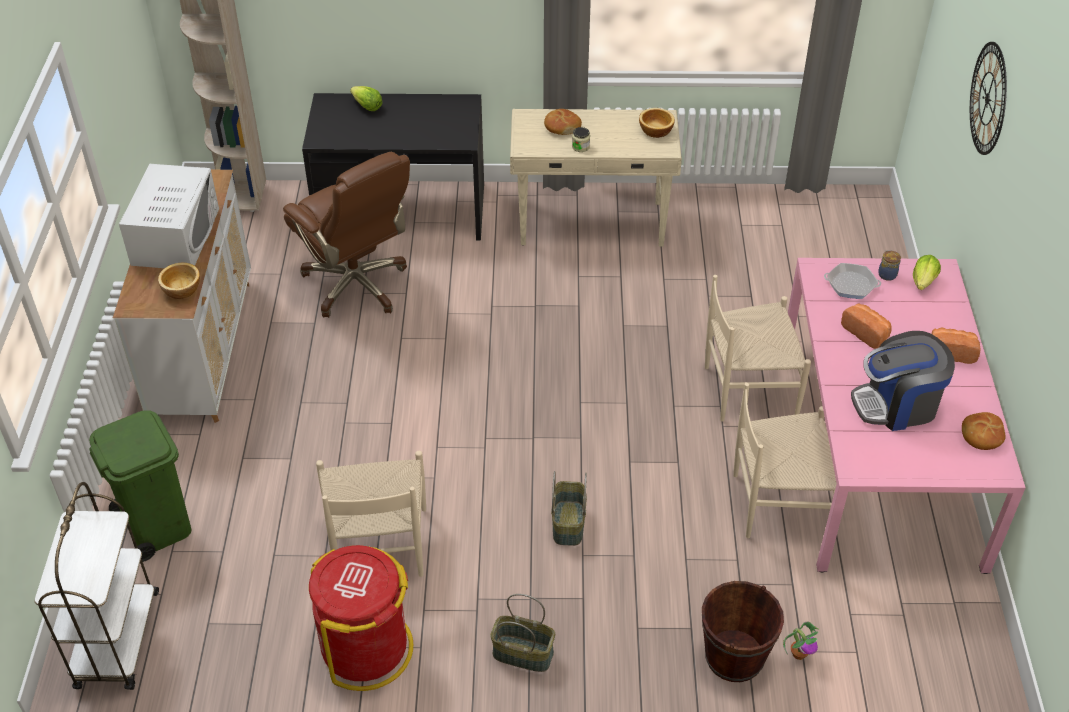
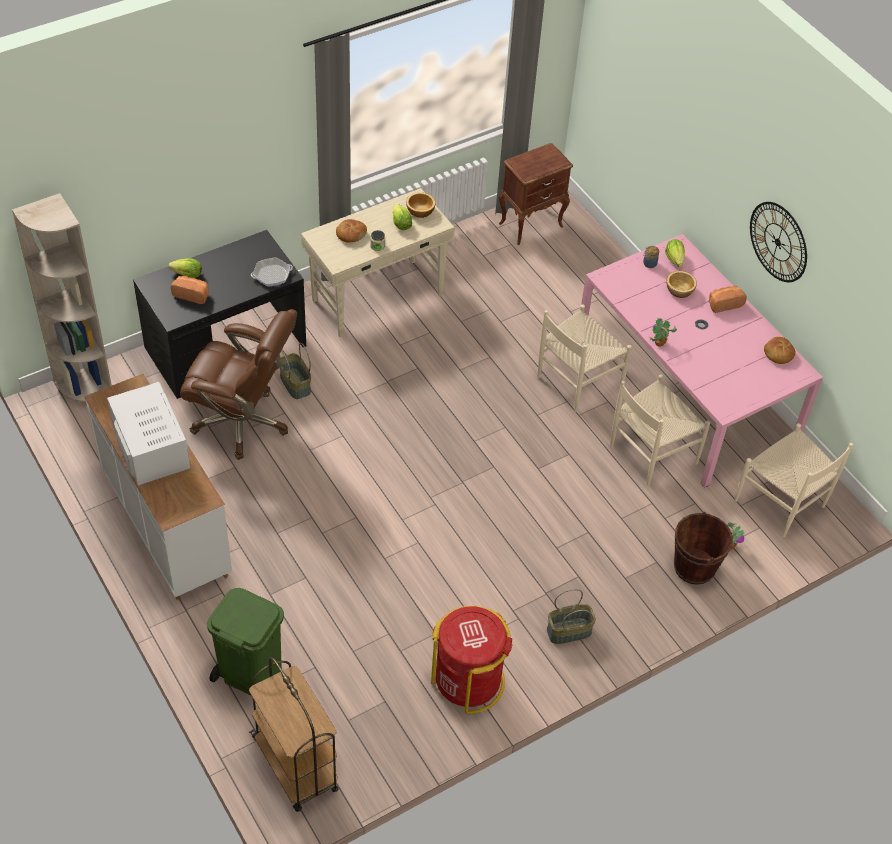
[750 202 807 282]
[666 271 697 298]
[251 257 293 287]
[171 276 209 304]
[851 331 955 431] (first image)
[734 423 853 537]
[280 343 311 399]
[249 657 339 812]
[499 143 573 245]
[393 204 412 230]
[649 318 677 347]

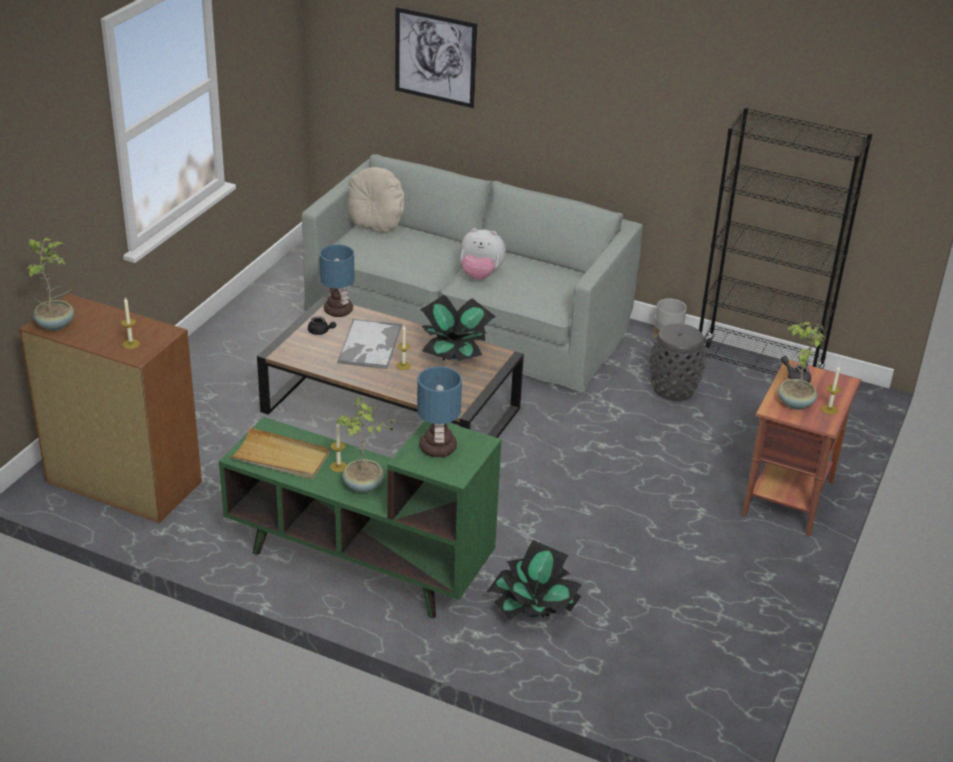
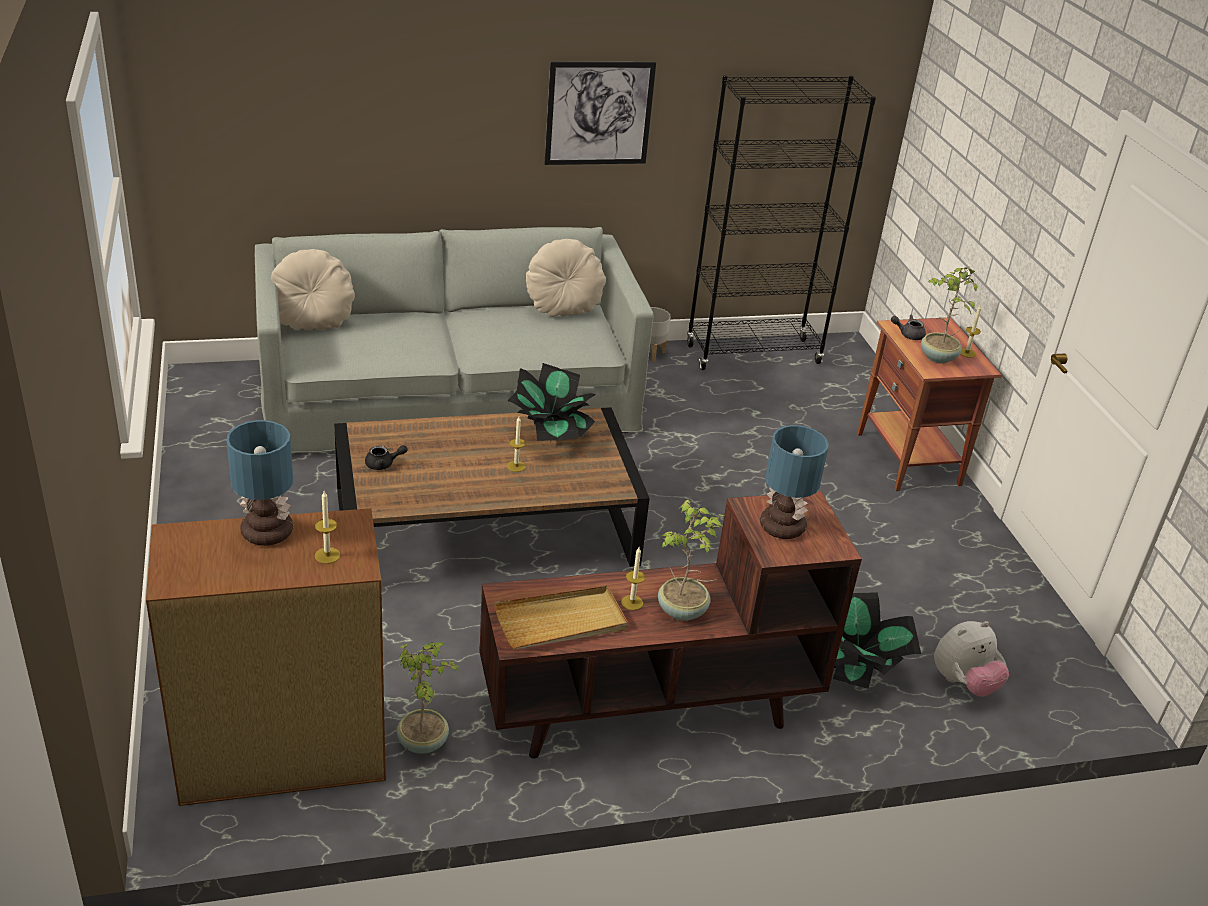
[545 62 656 165]
[934 621 1009 697]
[397 642 460 754]
[226 420 294 546]
[337 319 402 369] (first image)
[650 323 706 401] (first image)
[479 491 862 759]
[526 239 606 317]

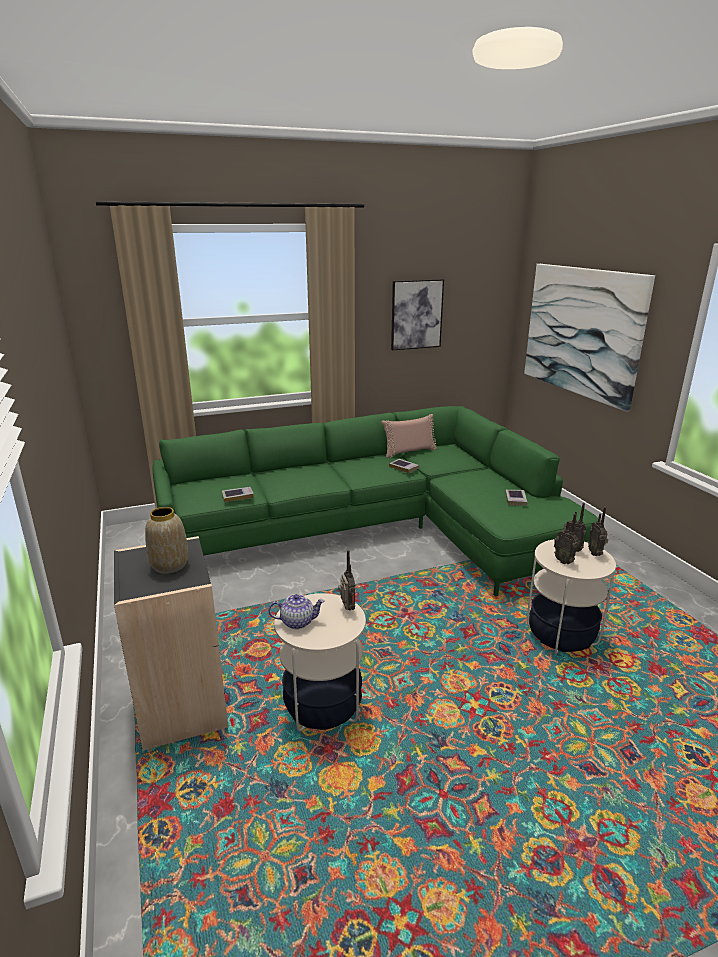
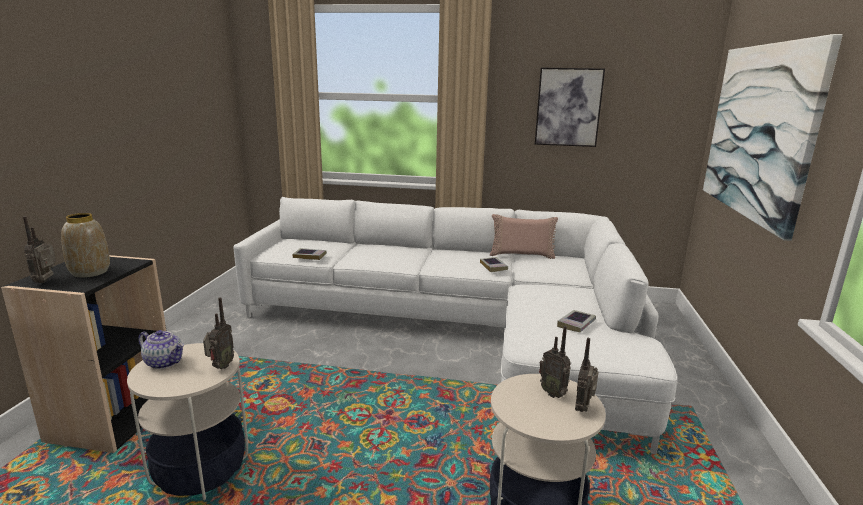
[233 197 677 454]
[23 216 56 283]

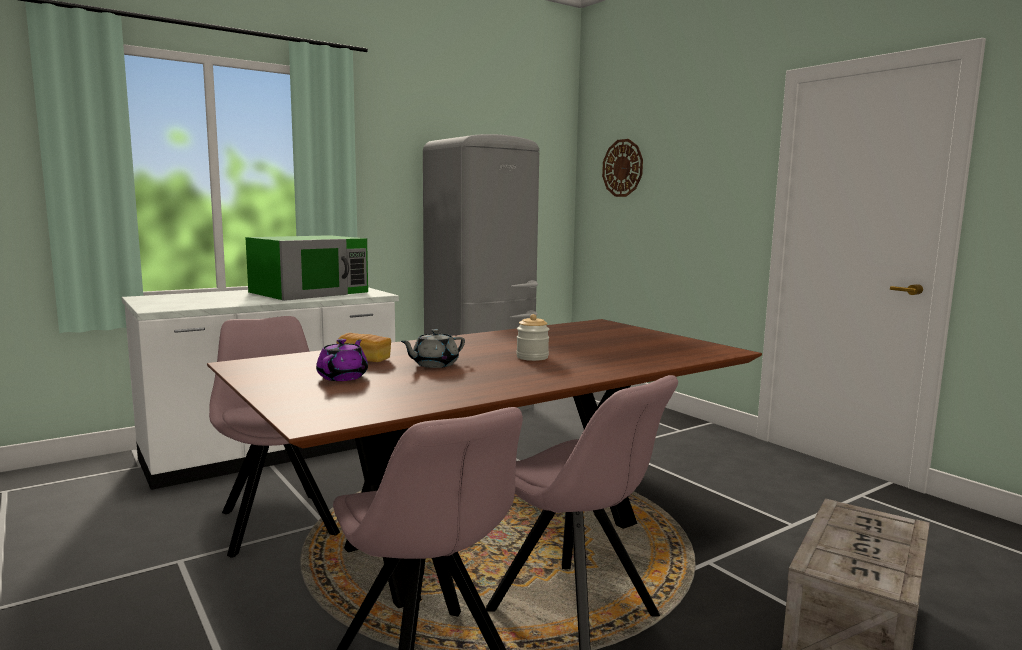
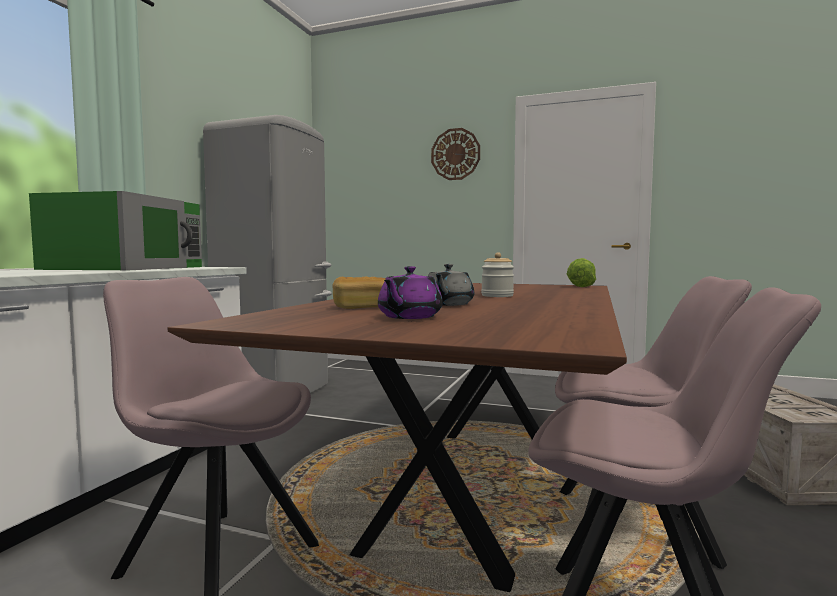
[431 128 480 180]
[378 266 443 319]
[567 258 596 287]

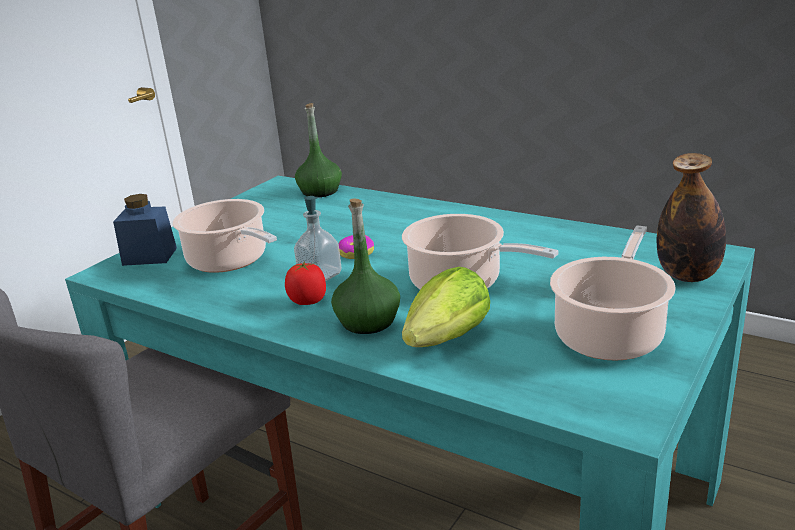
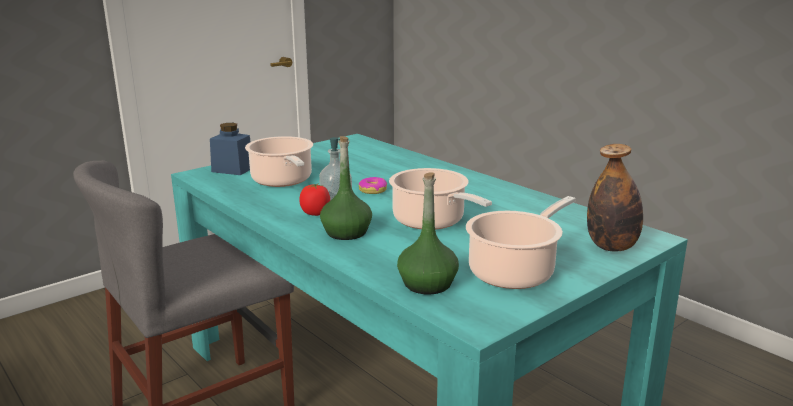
[397 172 459 295]
[402 267 490 347] (first image)

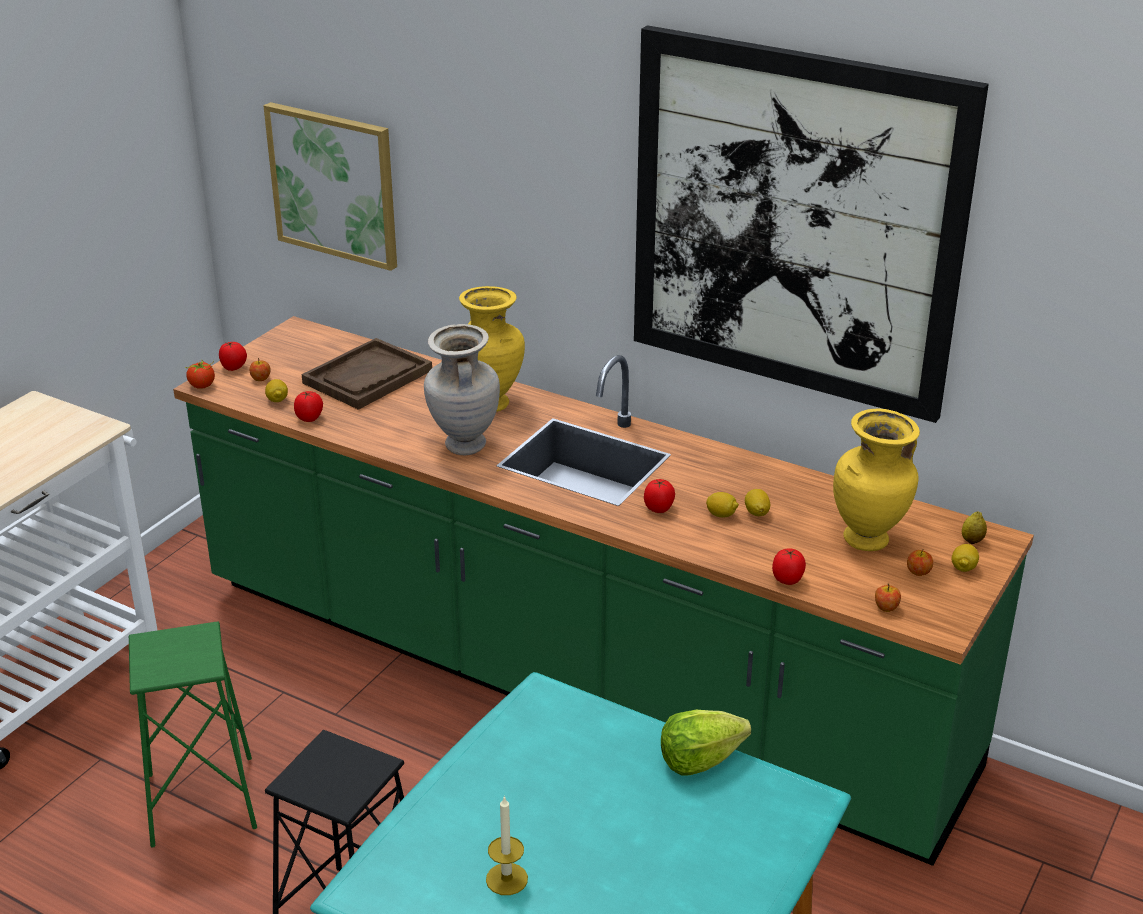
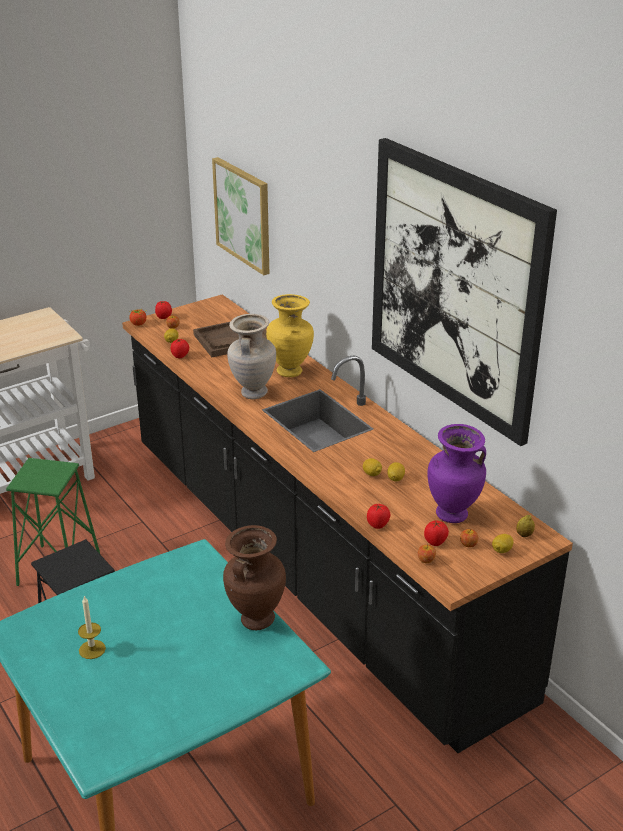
[122 294 573 753]
[427 424 486 523]
[424 520 449 546]
[223 525 286 630]

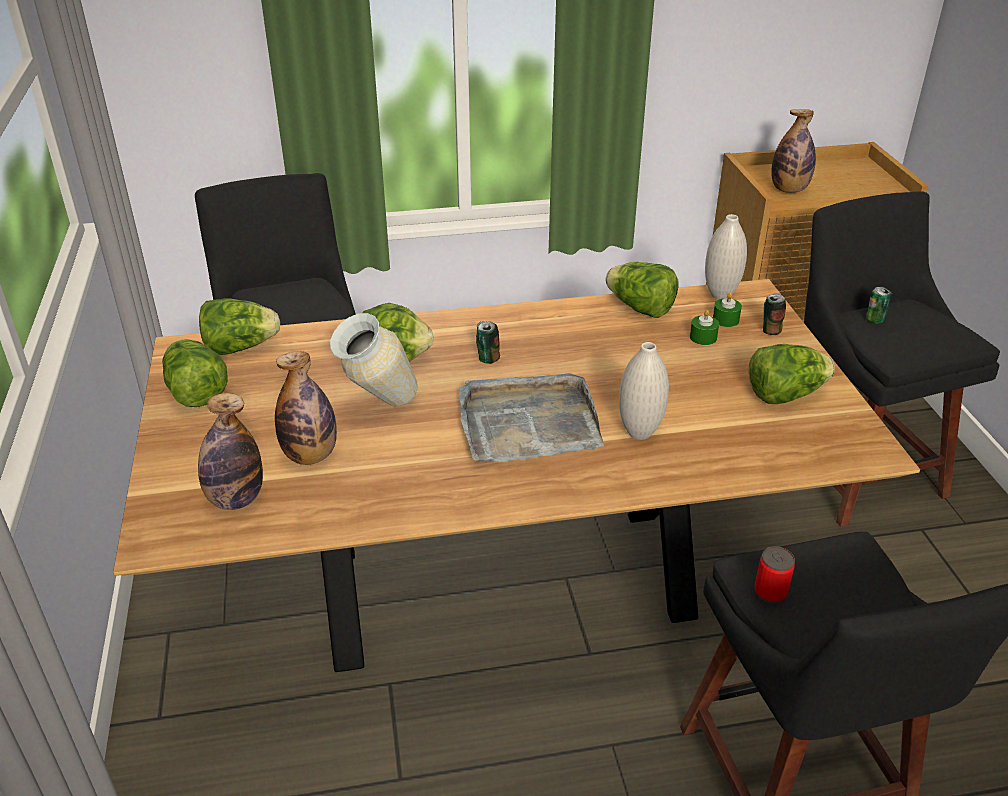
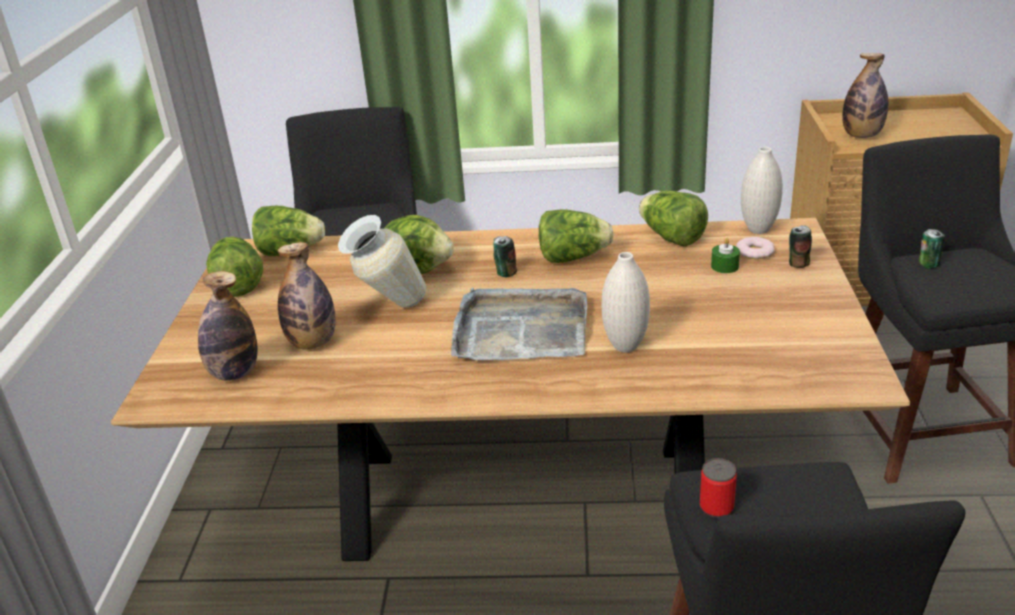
[736 237 775 259]
[539 209 614 263]

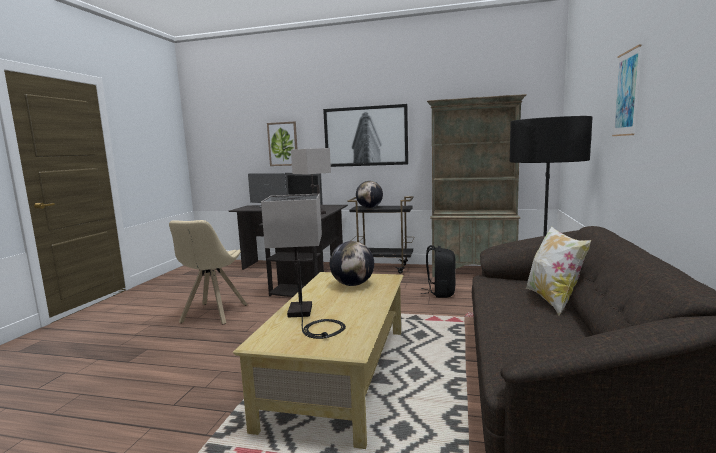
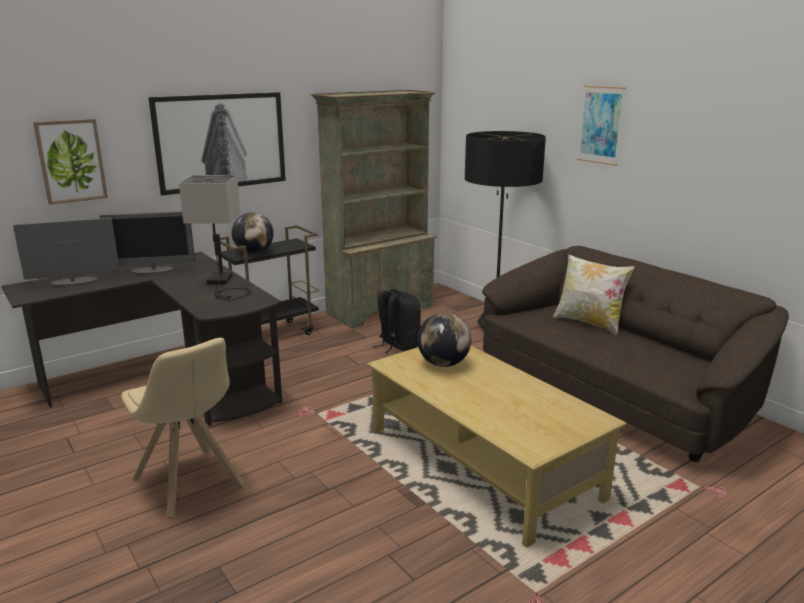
[261 194 346 339] (first image)

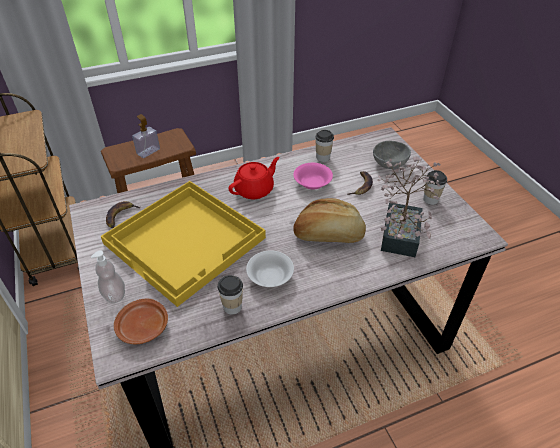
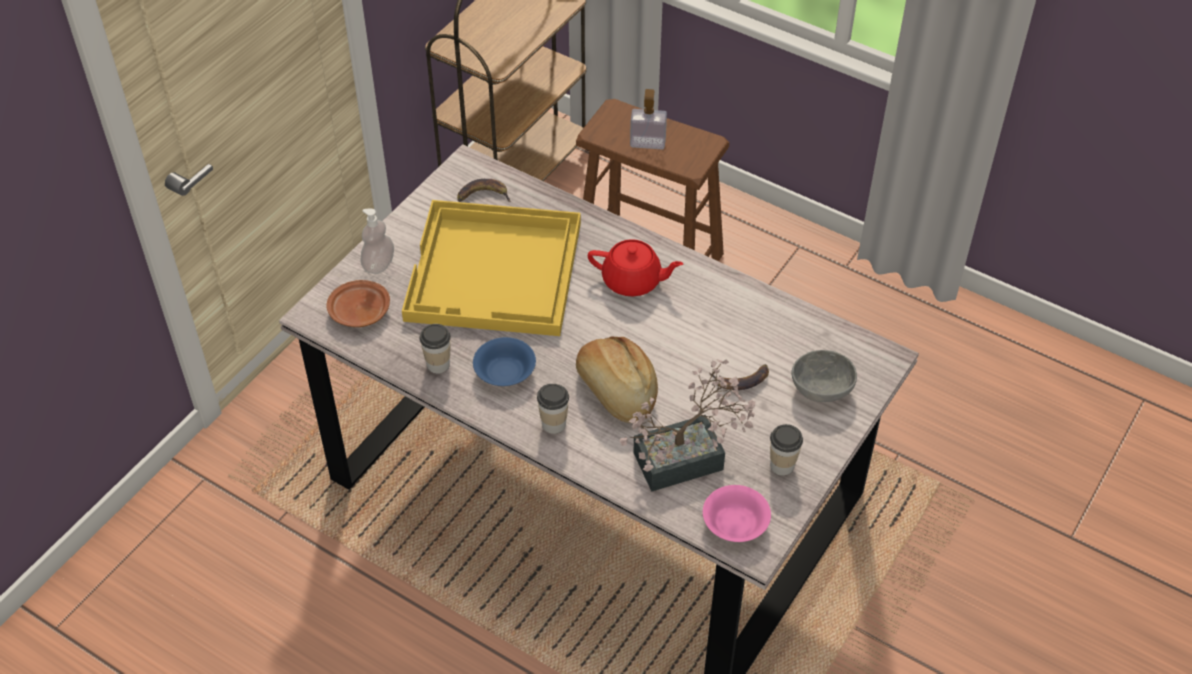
[537 384 569 434]
[703 485 771 542]
[473 337 536 386]

